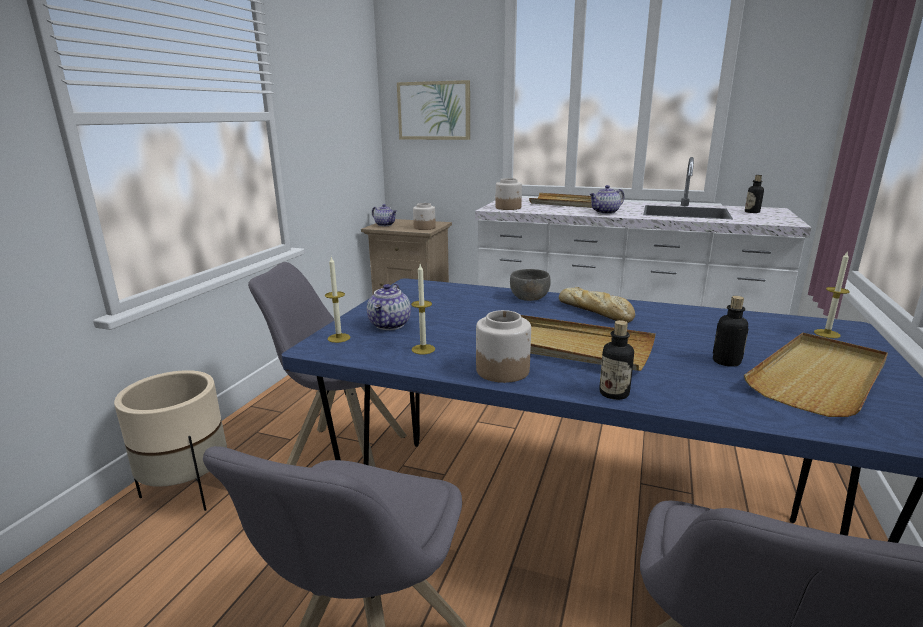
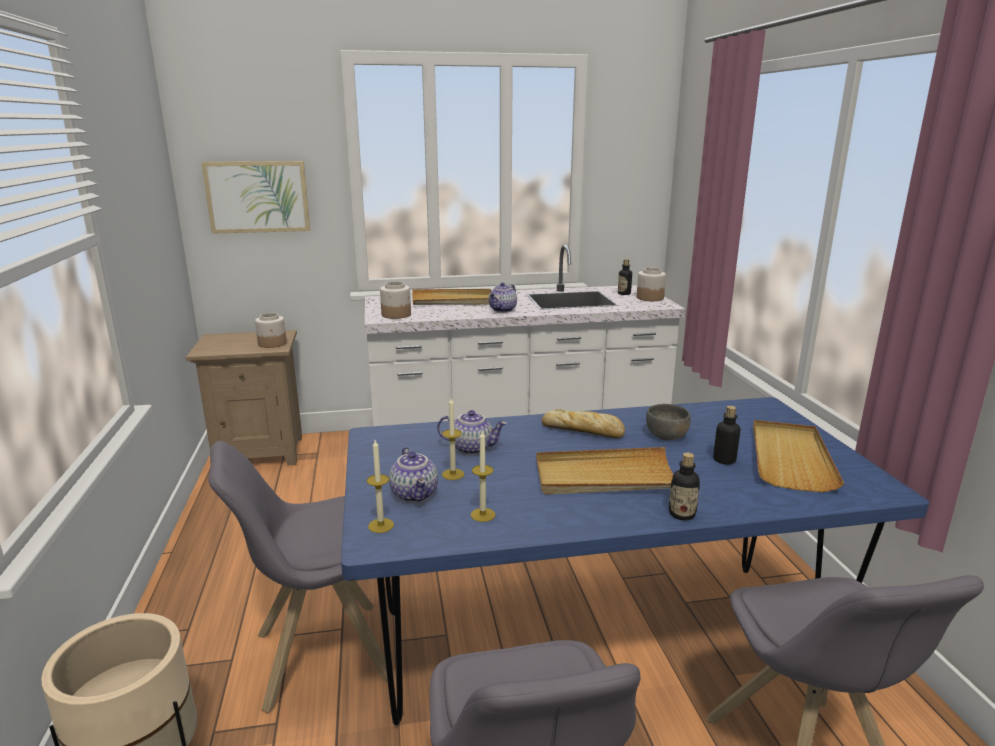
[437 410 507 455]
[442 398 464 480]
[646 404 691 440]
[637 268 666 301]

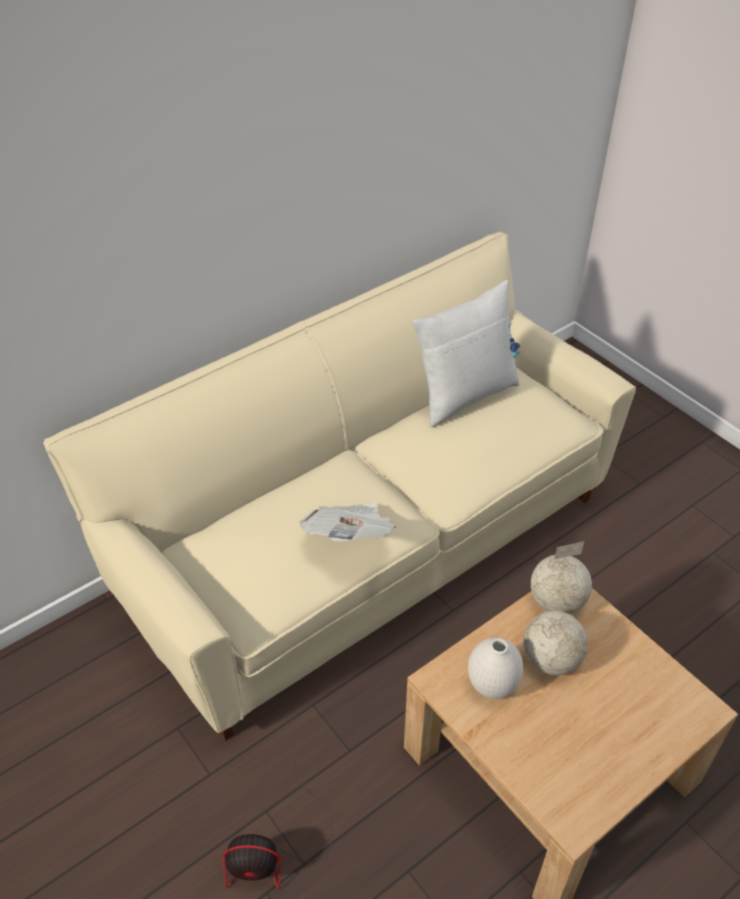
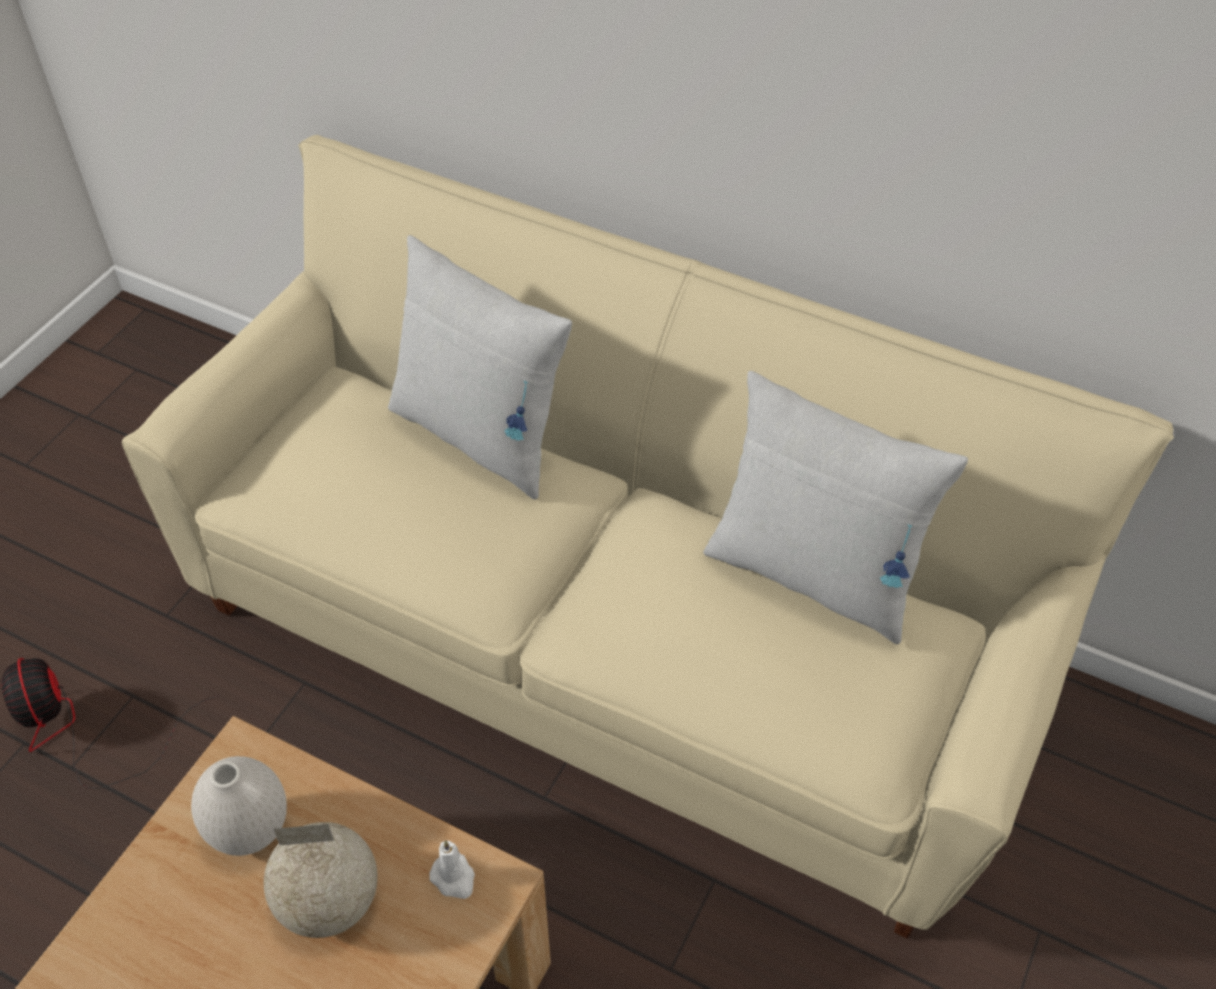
[299 503 396 541] (first image)
[429 840 475 899]
[388 235 572 499]

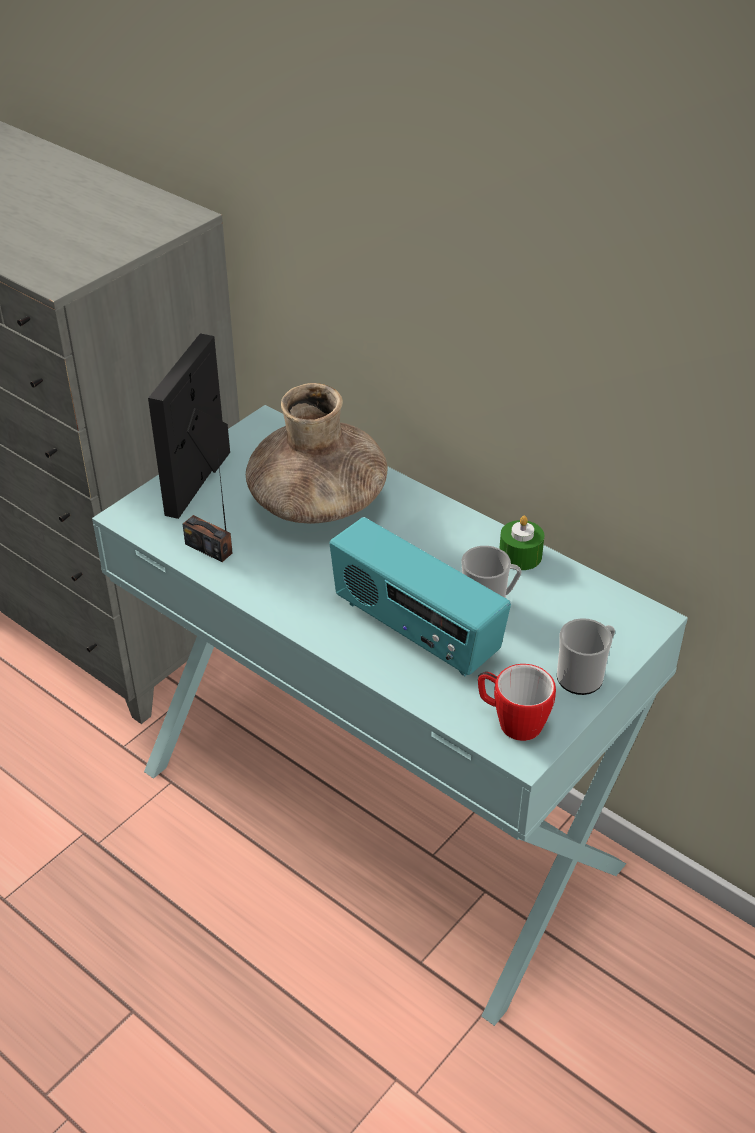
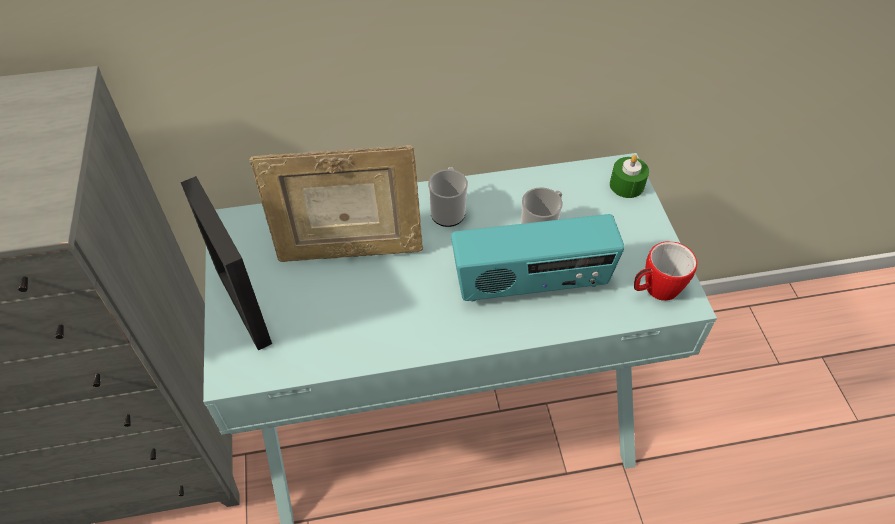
[250 145 423 262]
[183 448 233 562] (first image)
[610 155 649 198]
[428 167 468 227]

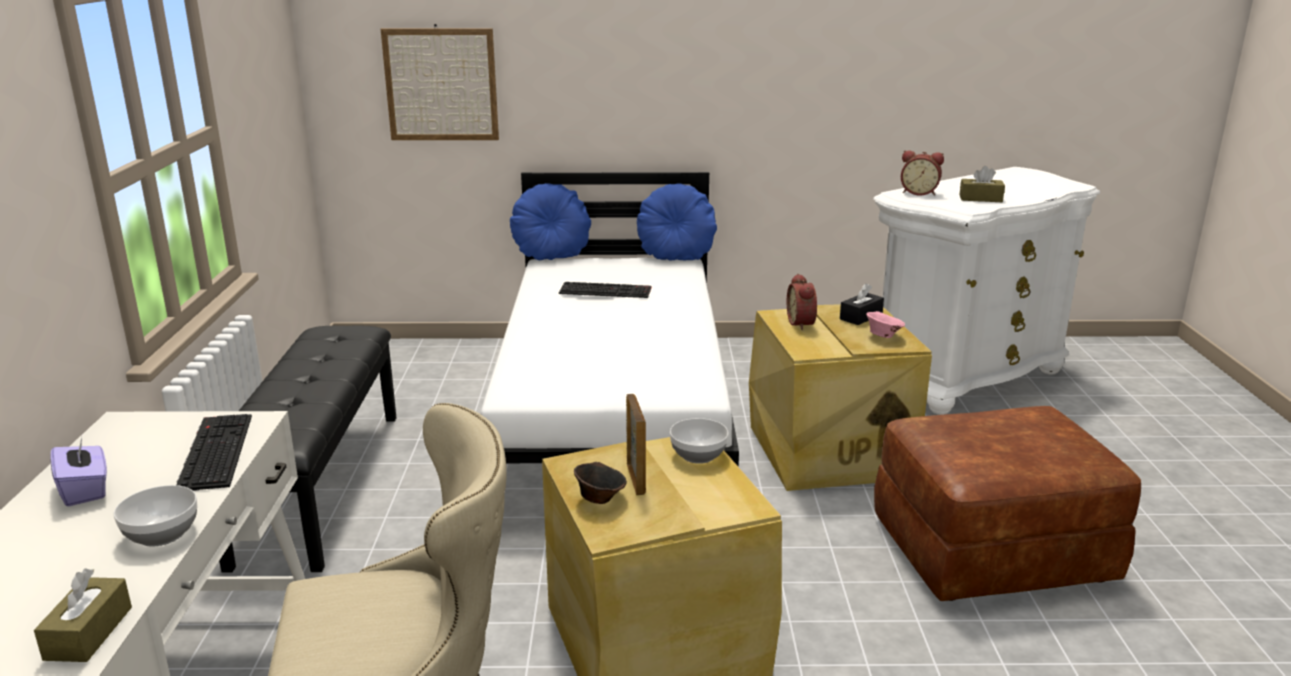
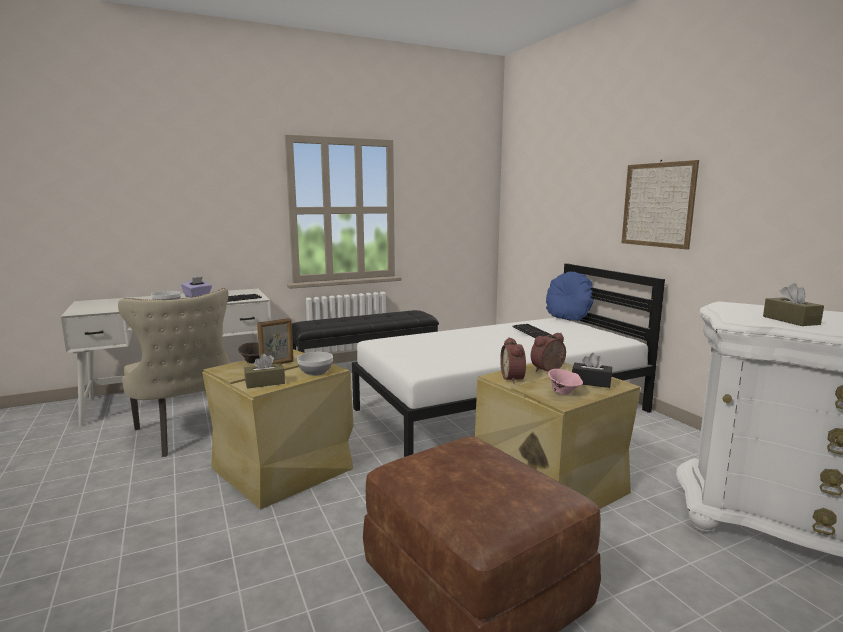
[622 160 699 250]
[500 337 526 384]
[637 183 717 261] (first image)
[244 353 285 389]

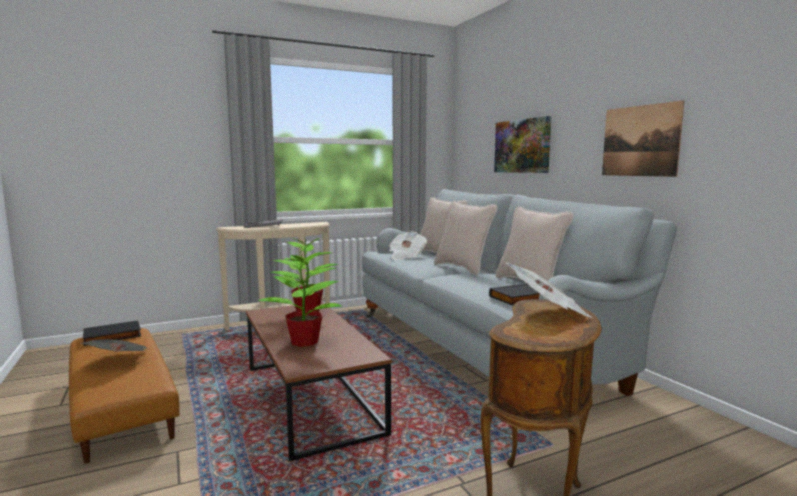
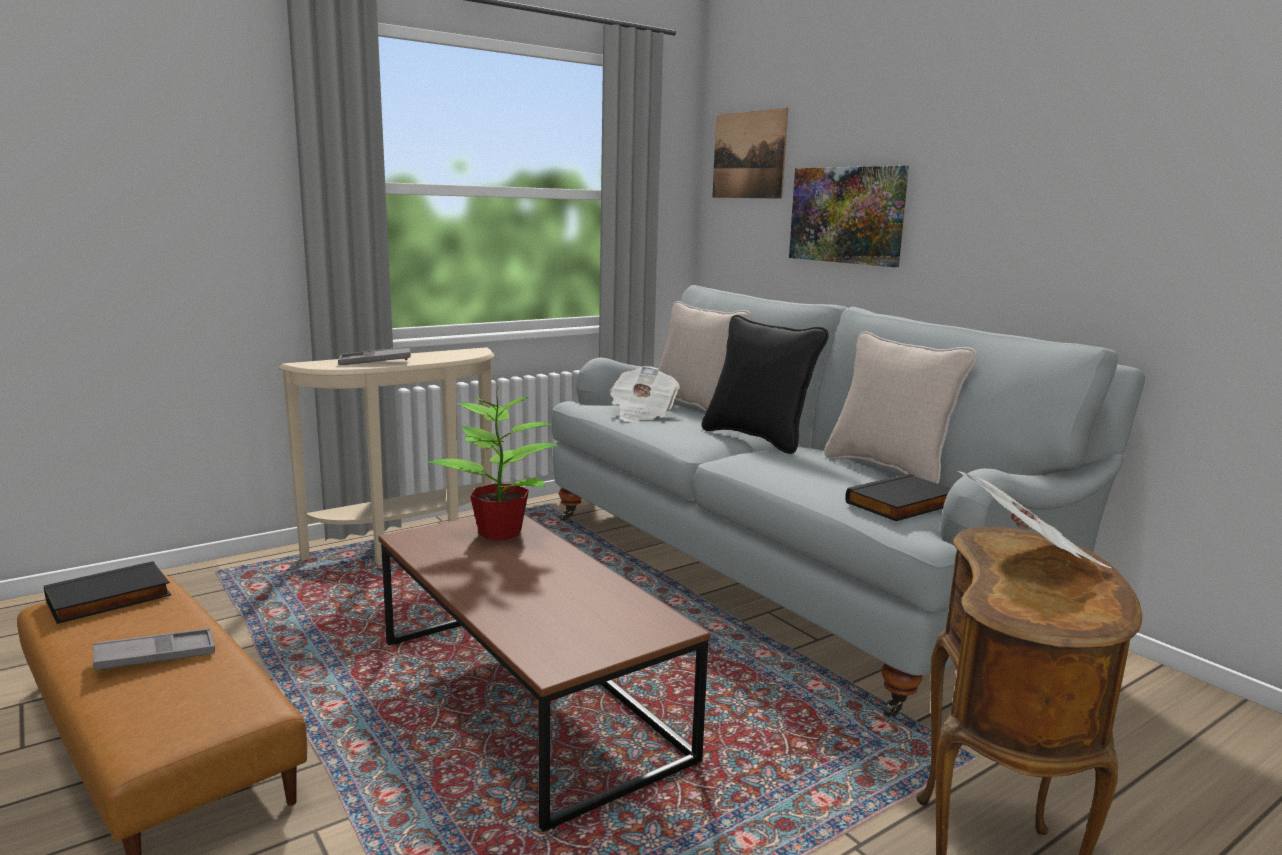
[712 108 788 199]
[702 315 828 454]
[258 247 342 347] (first image)
[93 628 215 672]

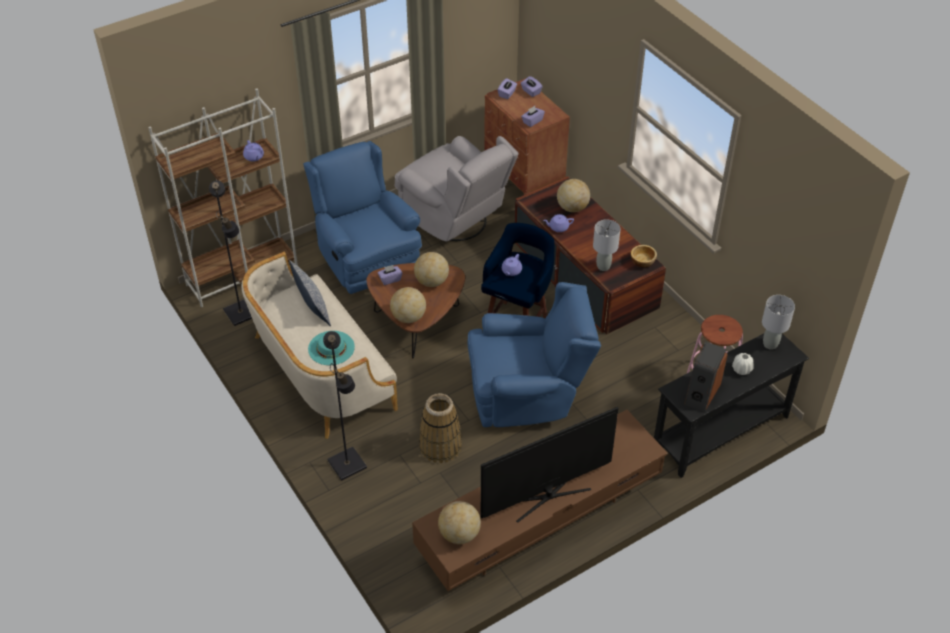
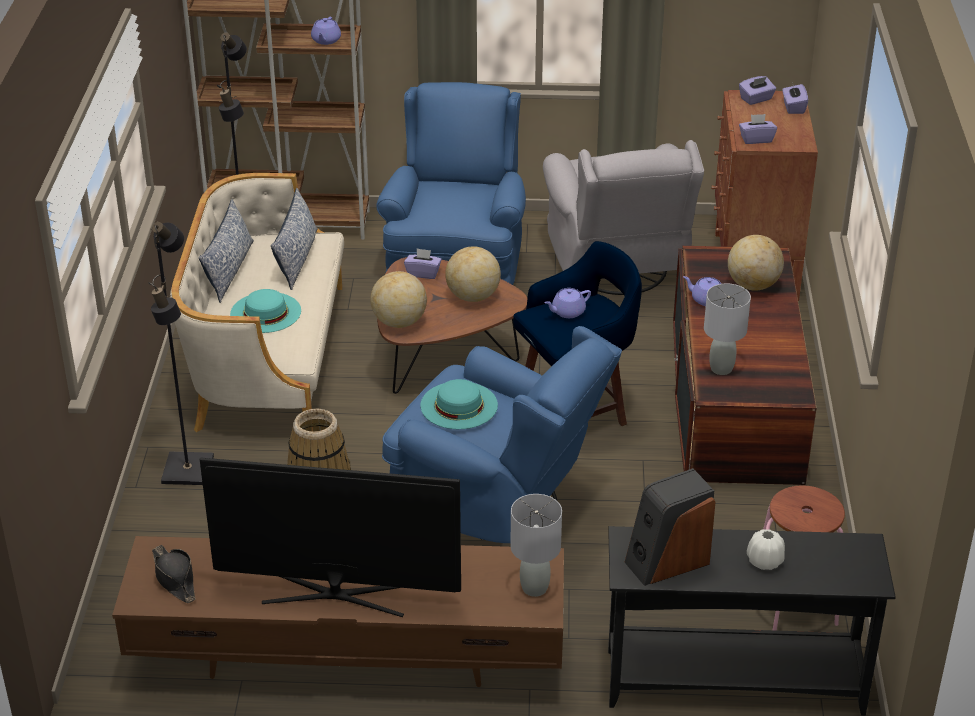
[631 245 657 268] (first image)
[510 494 562 597]
[152 545 195 603]
[199 199 254 303]
[420 379 498 429]

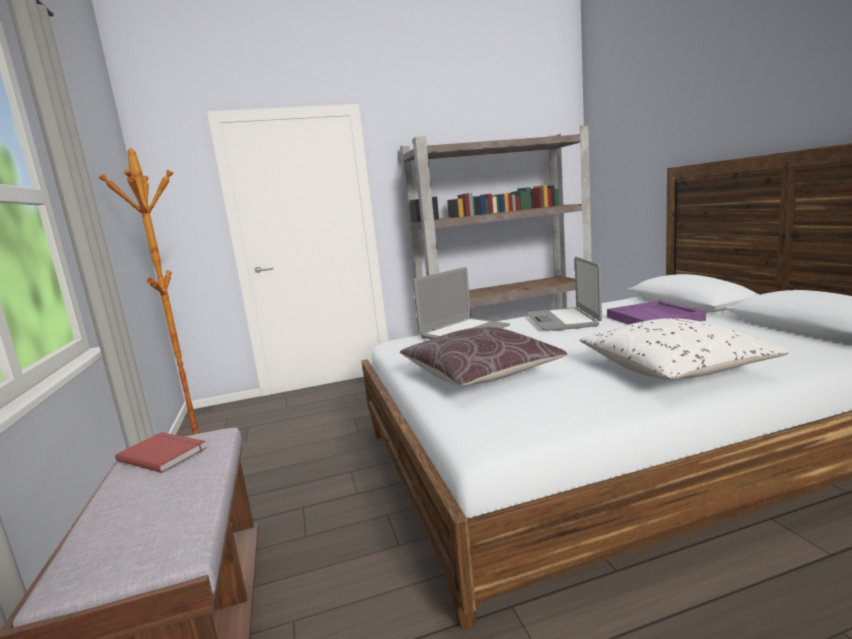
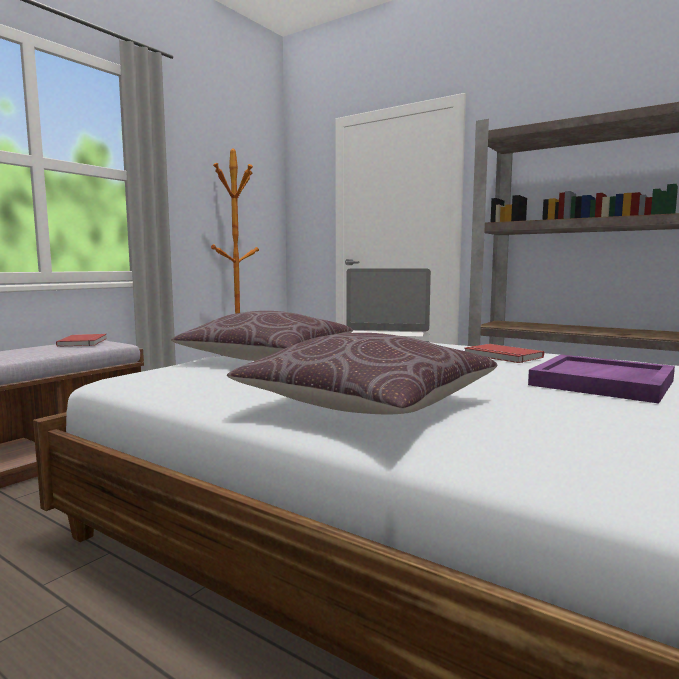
[465 344 544 363]
[227 333 498 415]

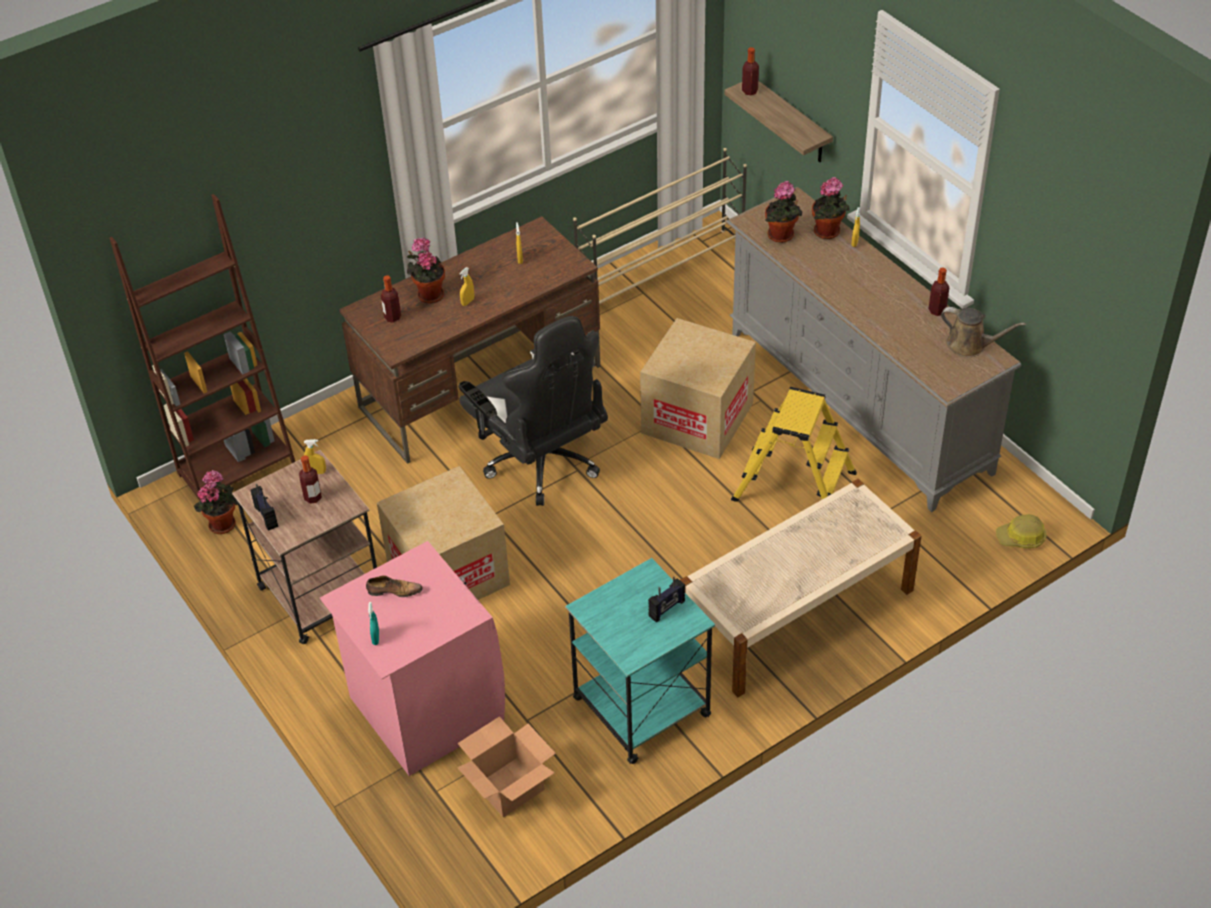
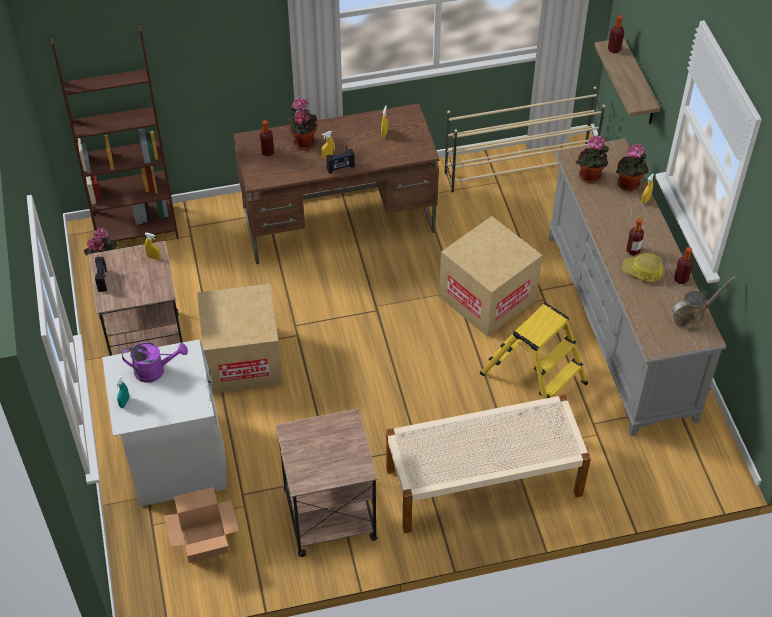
[672 276 736 331]
[459 316 608 506] (first image)
[626 218 644 256]
[622 253 665 282]
[102 339 227 506]
[276 408 378 557]
[122 342 188 383]
[326 146 355 174]

